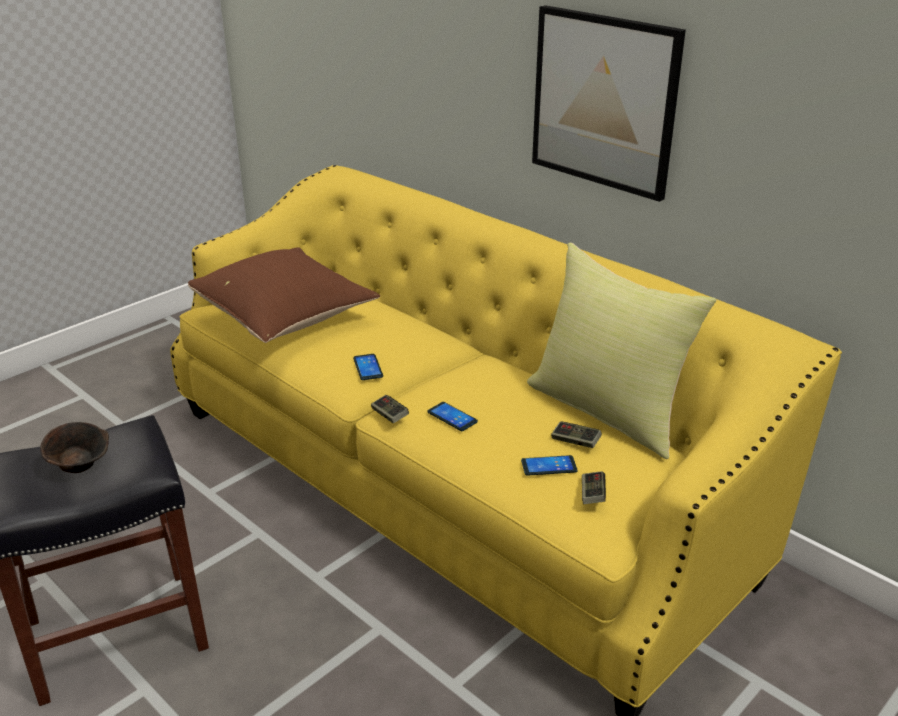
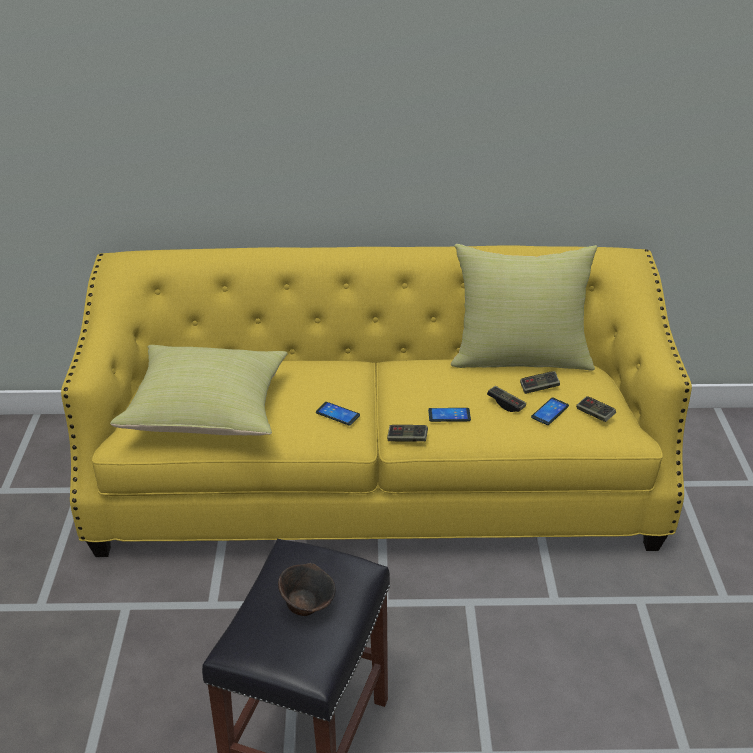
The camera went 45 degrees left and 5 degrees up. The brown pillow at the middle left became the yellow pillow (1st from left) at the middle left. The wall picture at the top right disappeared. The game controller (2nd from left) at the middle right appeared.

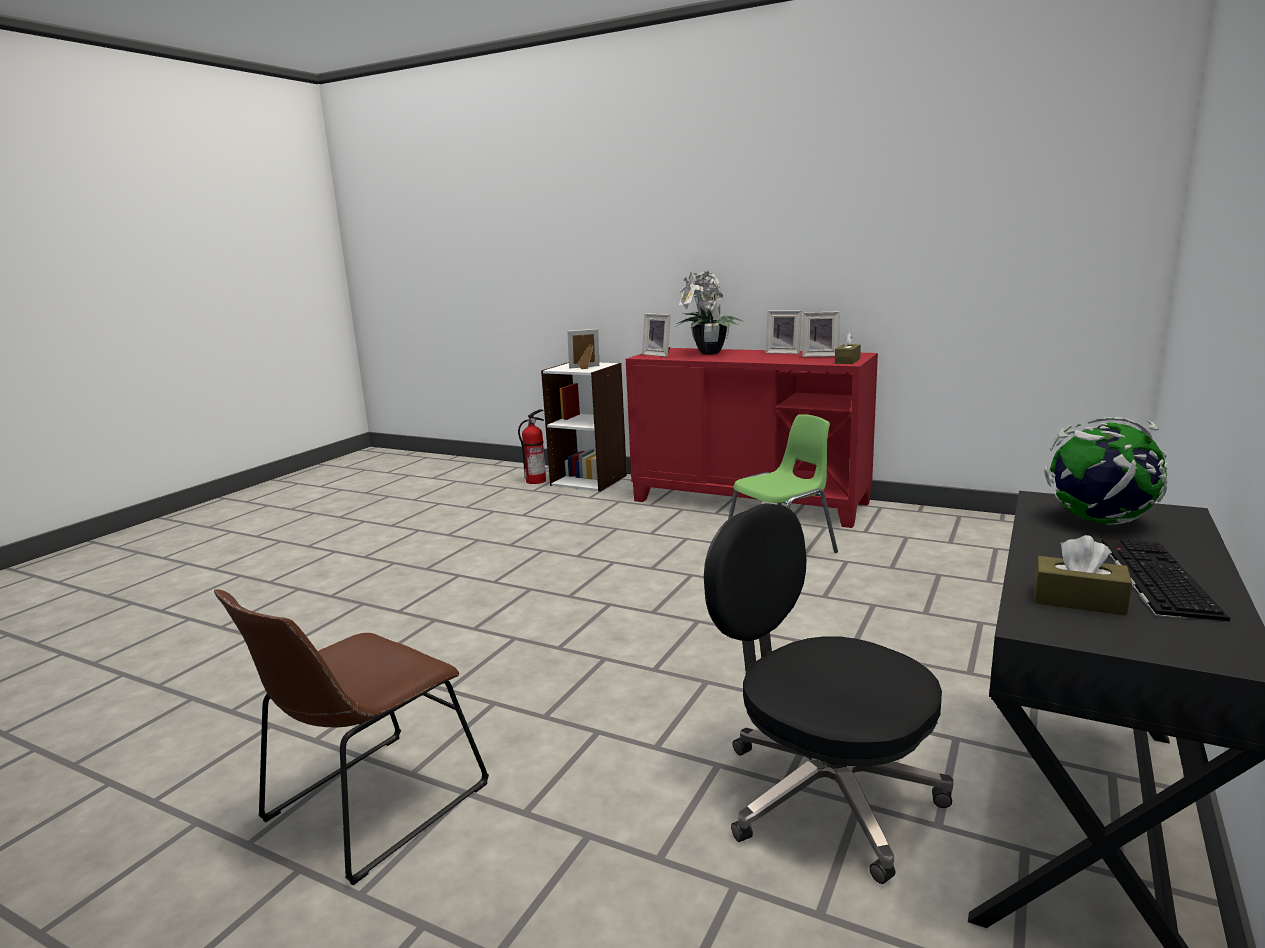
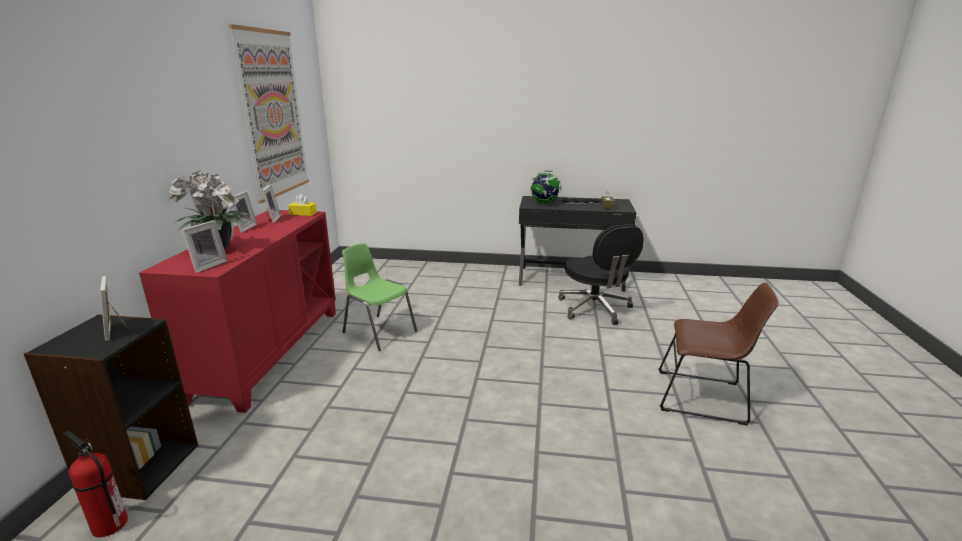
The camera went 110 degrees left and 5 degrees up. The white-coloured bookshelf at the centre became the black bookshelf at the bottom left. The black office chair at the bottom centre turned 45 degrees counterclockwise. The brown tissue holder (1st from left) at the middle right became the yellow tissue holder at the middle left. The wall picture at the top left appeared.

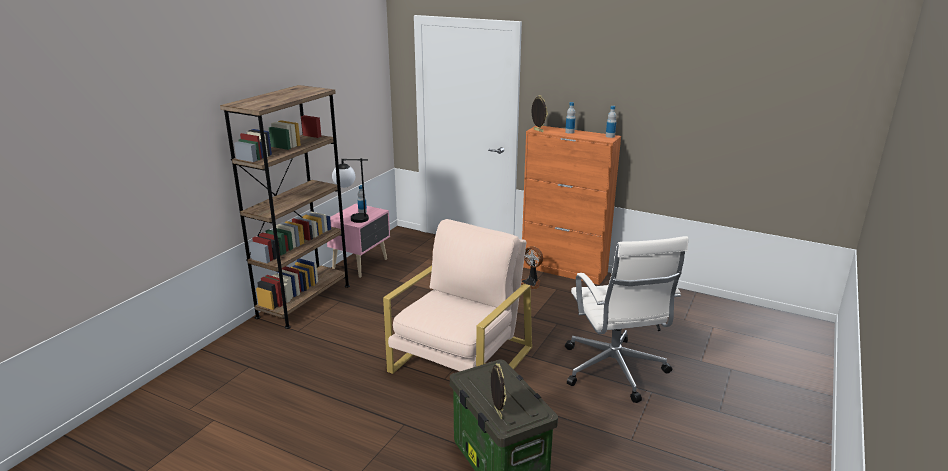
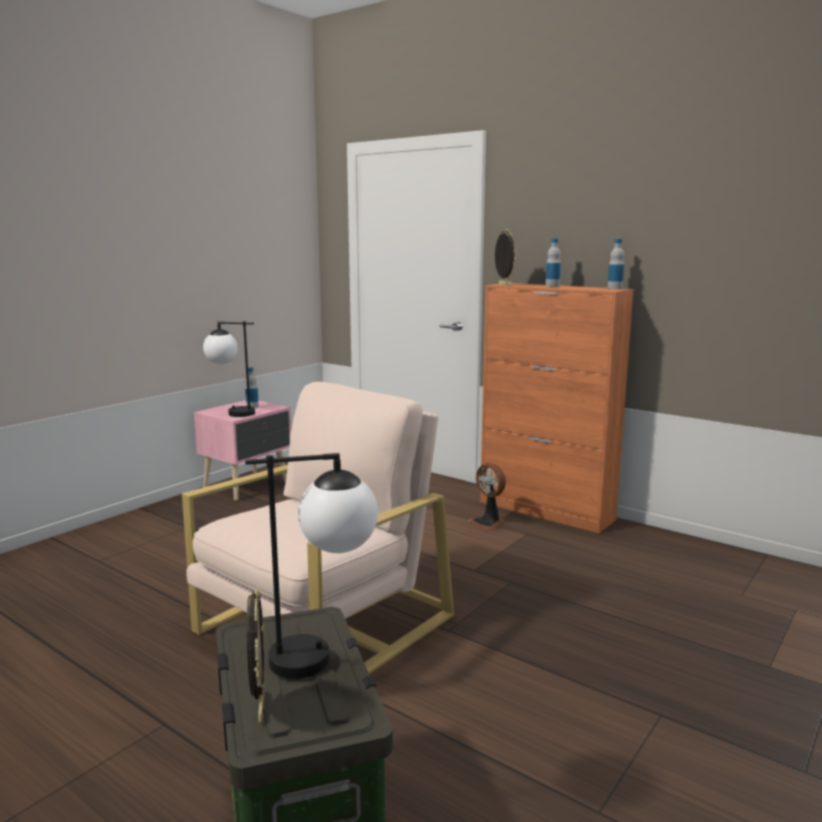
The camera went 10 degrees right and 10 degrees down. The brown bookshelf at the middle left disappeared. The white-coloured office chair at the bottom centre disappeared. The lamp for a table (2nd from left) at the bottom centre appeared.

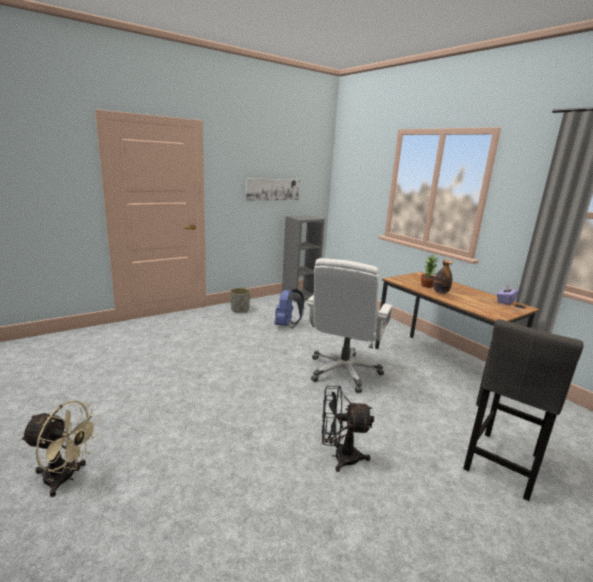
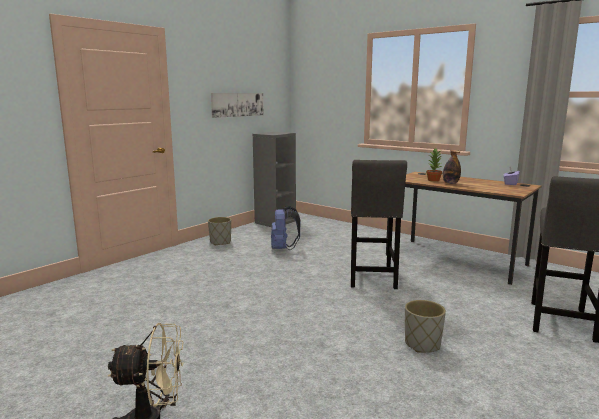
The camera went 15 degrees left and 5 degrees down. The white-coloured office chair at the centre was replaced by the greyish stool seat (1st from left) at the centre. The black fan at the bottom centre was replaced by the greyish plant pot (2nd from left) at the bottom right.

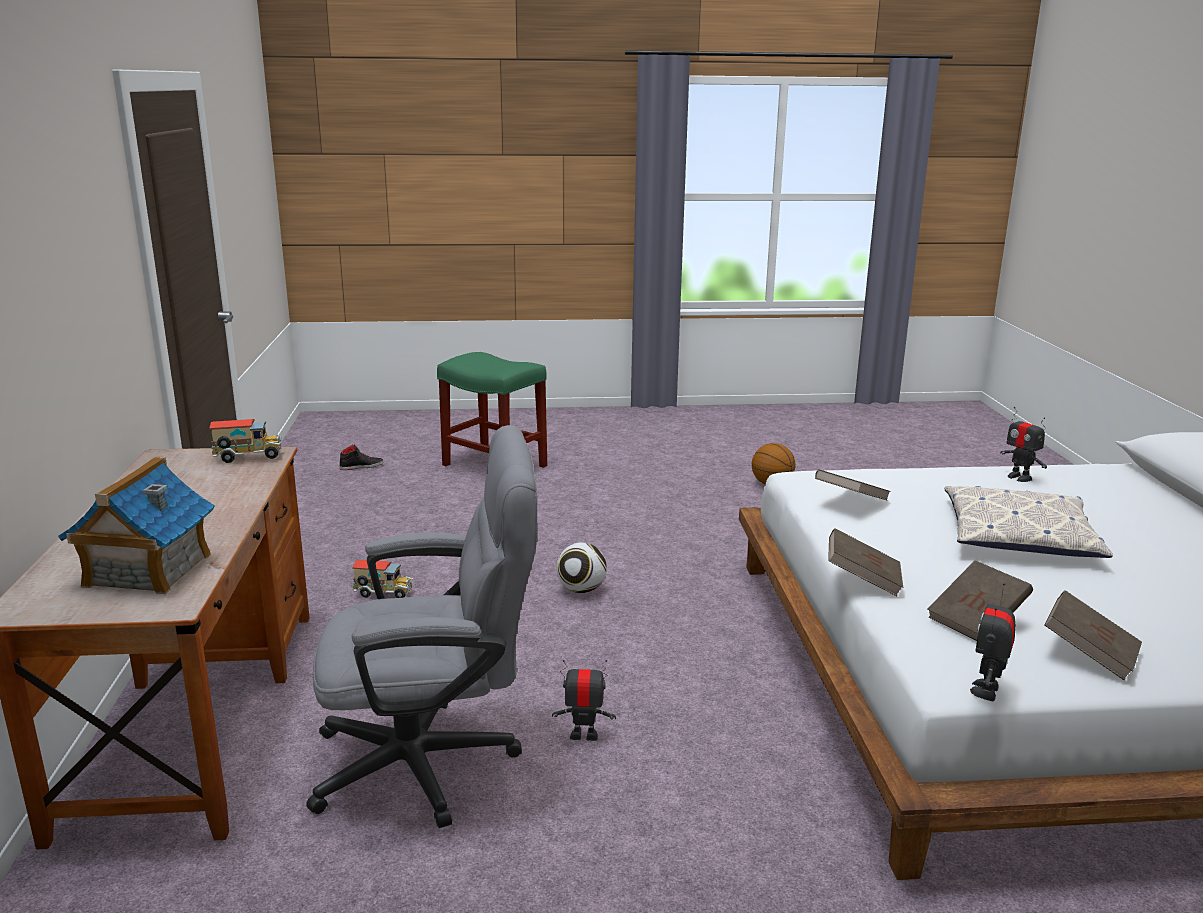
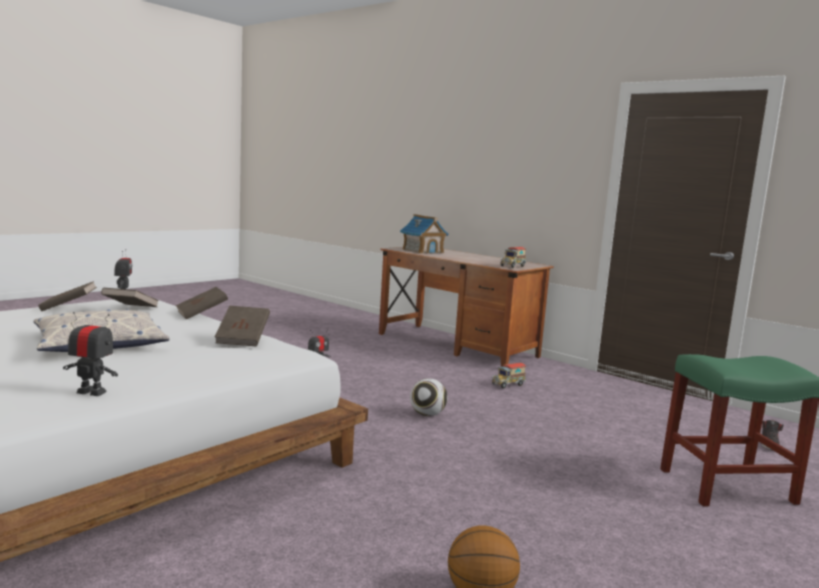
The camera went 135 degrees right and 10 degrees down. The greyish office chair at the bottom centre disappeared.

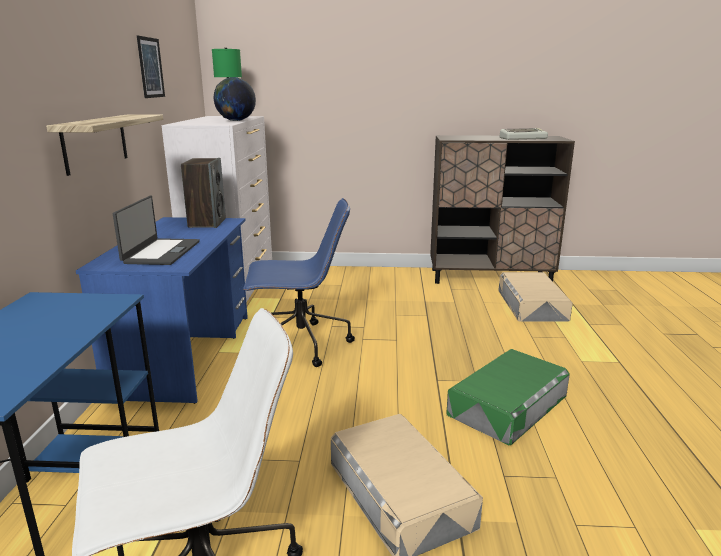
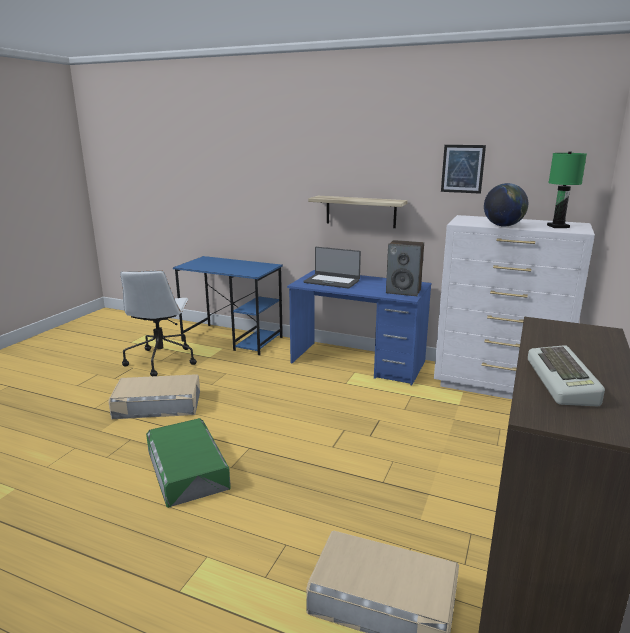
The camera went 110 degrees right and 0 degrees up. The bluish office chair at the centre disappeared.

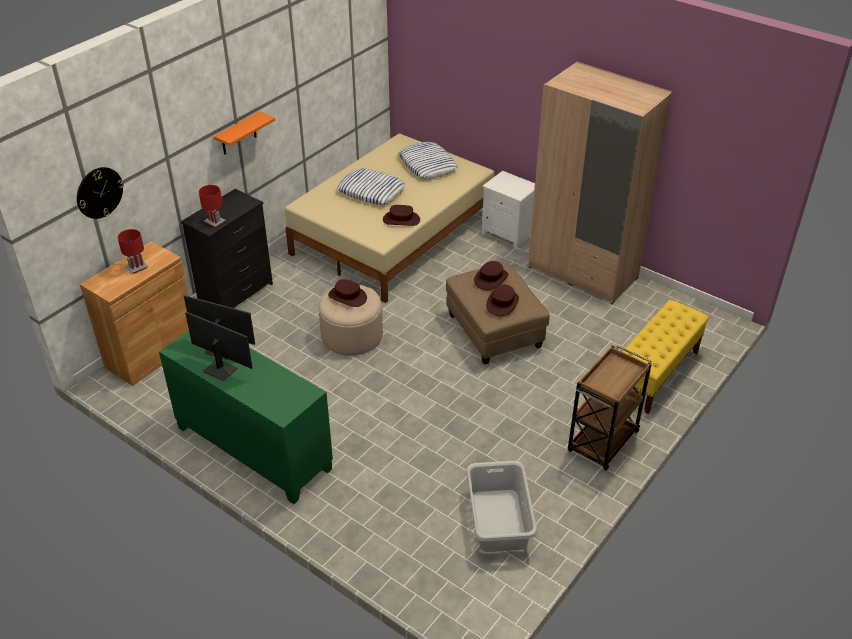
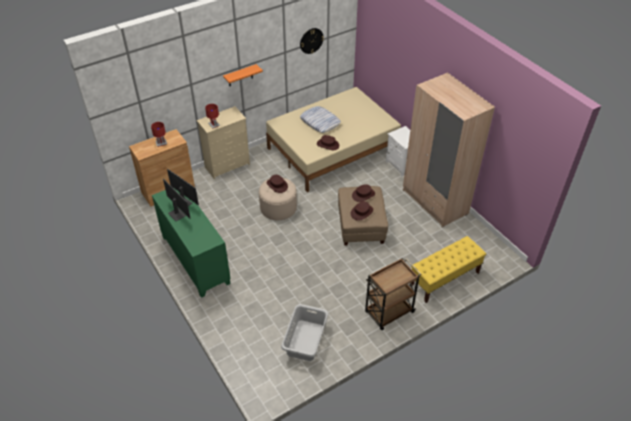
The camera went 20 degrees right and 5 degrees up. The hanging clock moved from the top left to the top centre. The black drawer chest at the middle left became the sand-coloured drawer chest at the centre. The pillow (2nd from left) at the top centre disappeared.

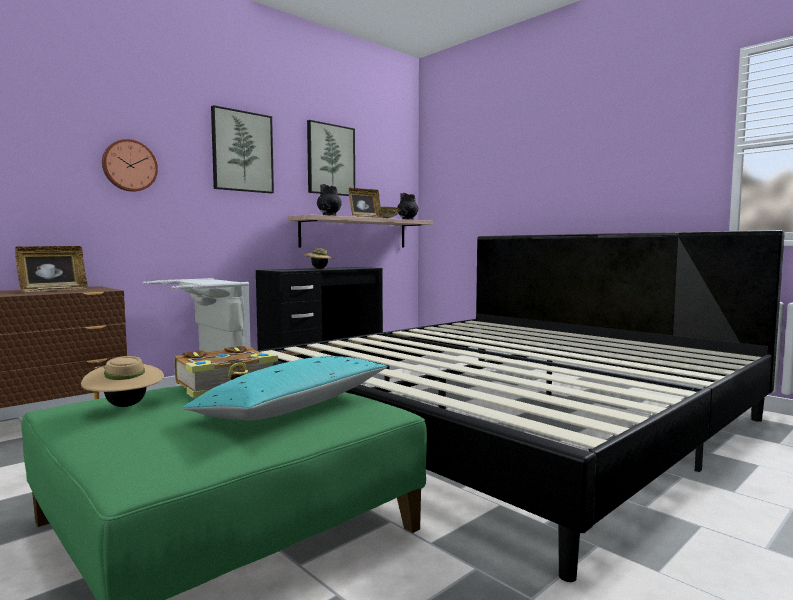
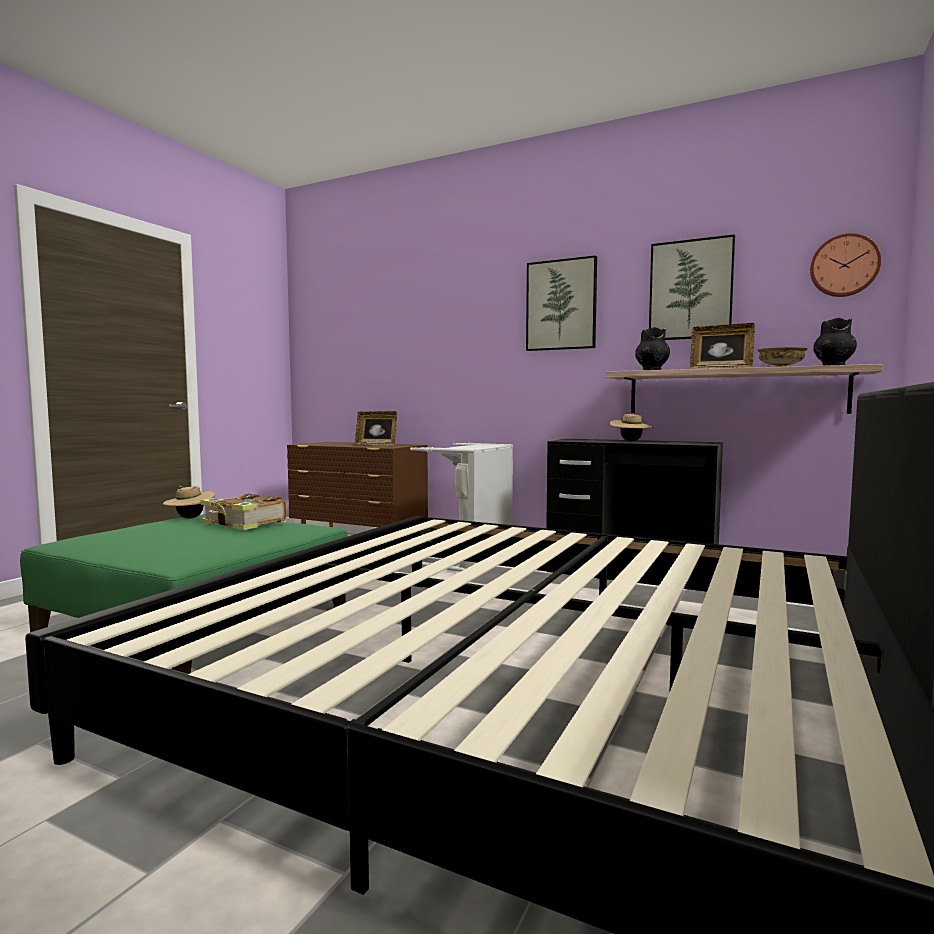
The camera went 70 degrees right and 0 degrees up. The hanging clock moved from the top left to the top right. The turquoise pillow at the centre disappeared.

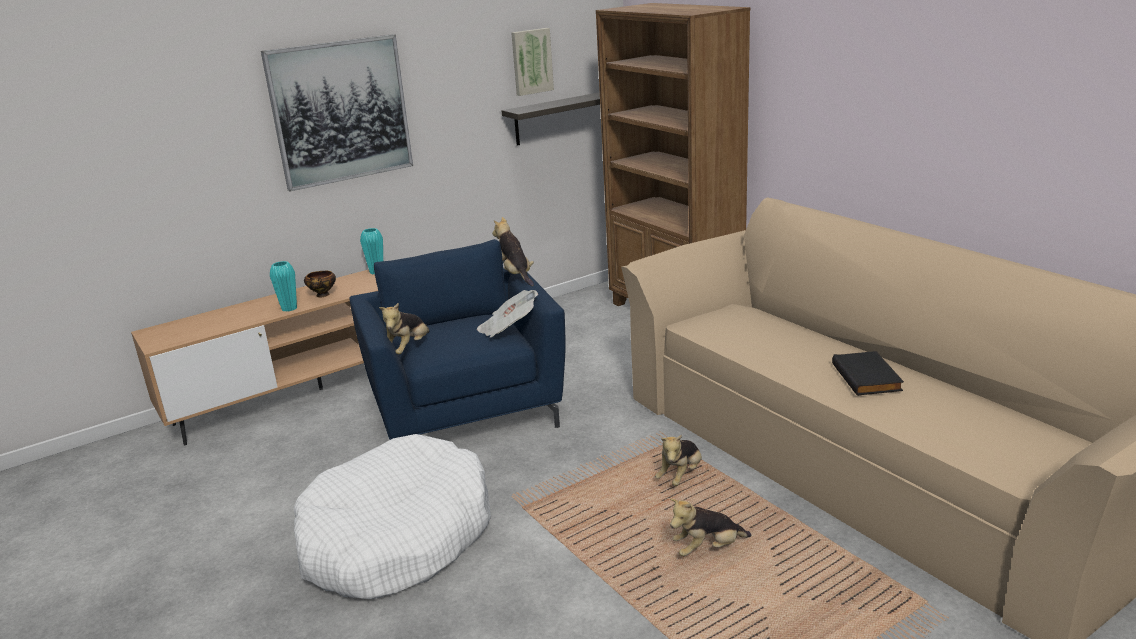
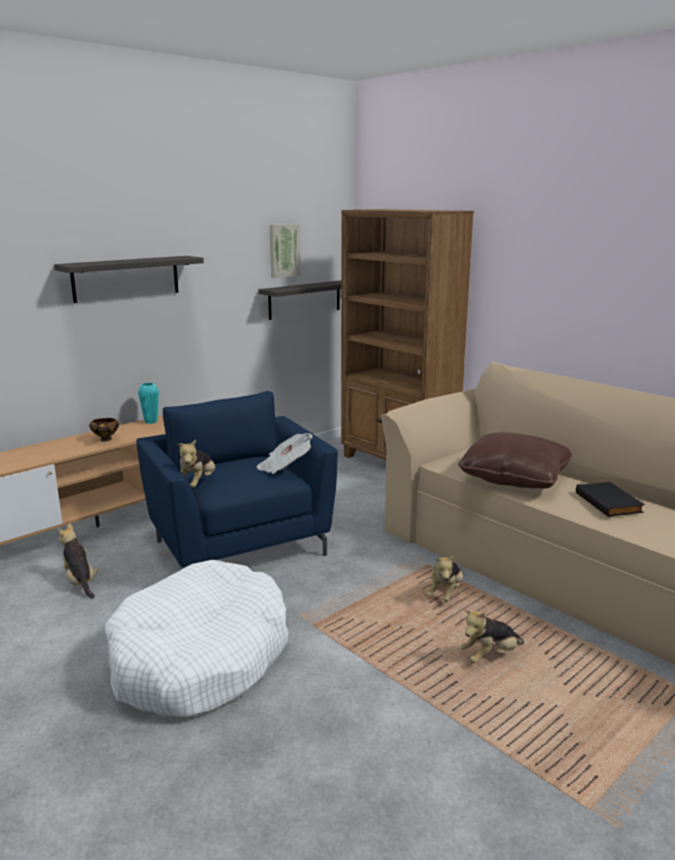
The camera went 10 degrees left and 5 degrees down. The wall picture (1st from left) at the top left was replaced by the wall shelf (1st from left) at the top left. The turquoise vase (1st from left) at the middle left disappeared. The soft toy (2nd from left in the first image) moved from the centre to the middle left. The brown pillow at the middle right appeared.

